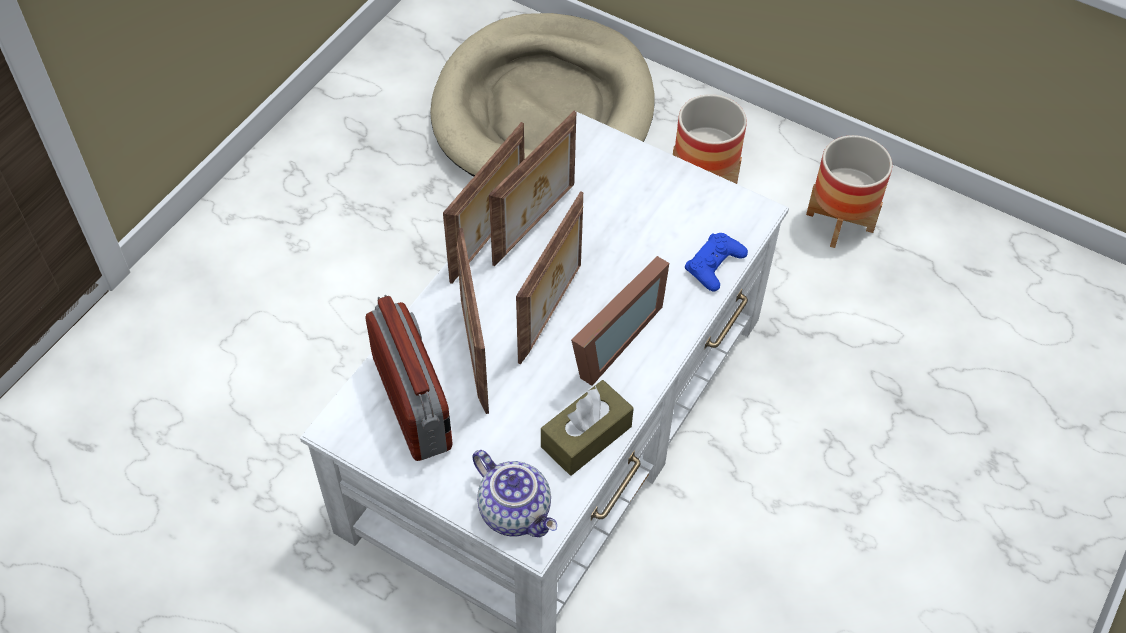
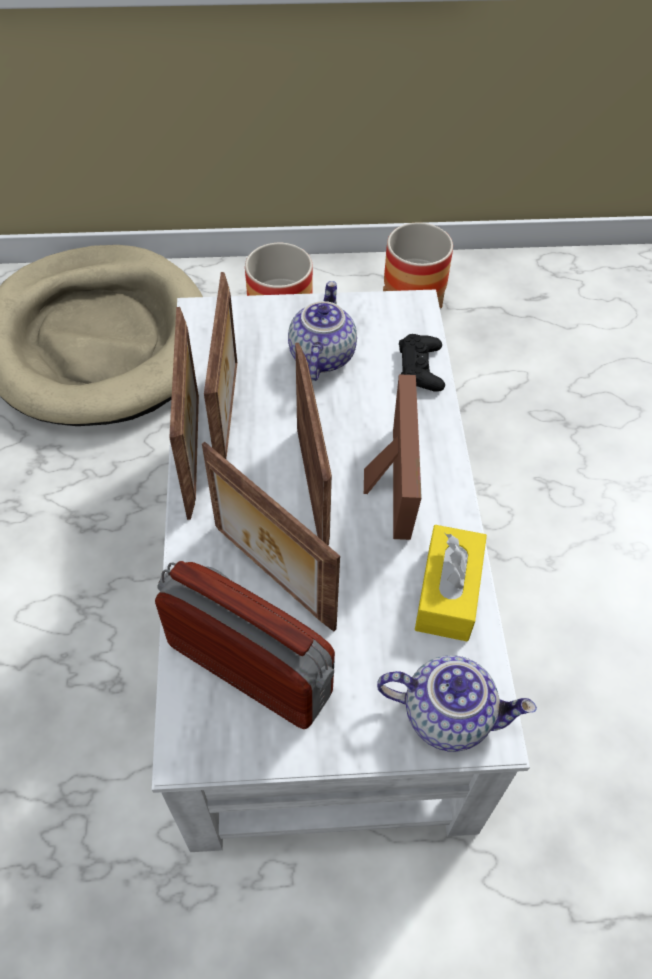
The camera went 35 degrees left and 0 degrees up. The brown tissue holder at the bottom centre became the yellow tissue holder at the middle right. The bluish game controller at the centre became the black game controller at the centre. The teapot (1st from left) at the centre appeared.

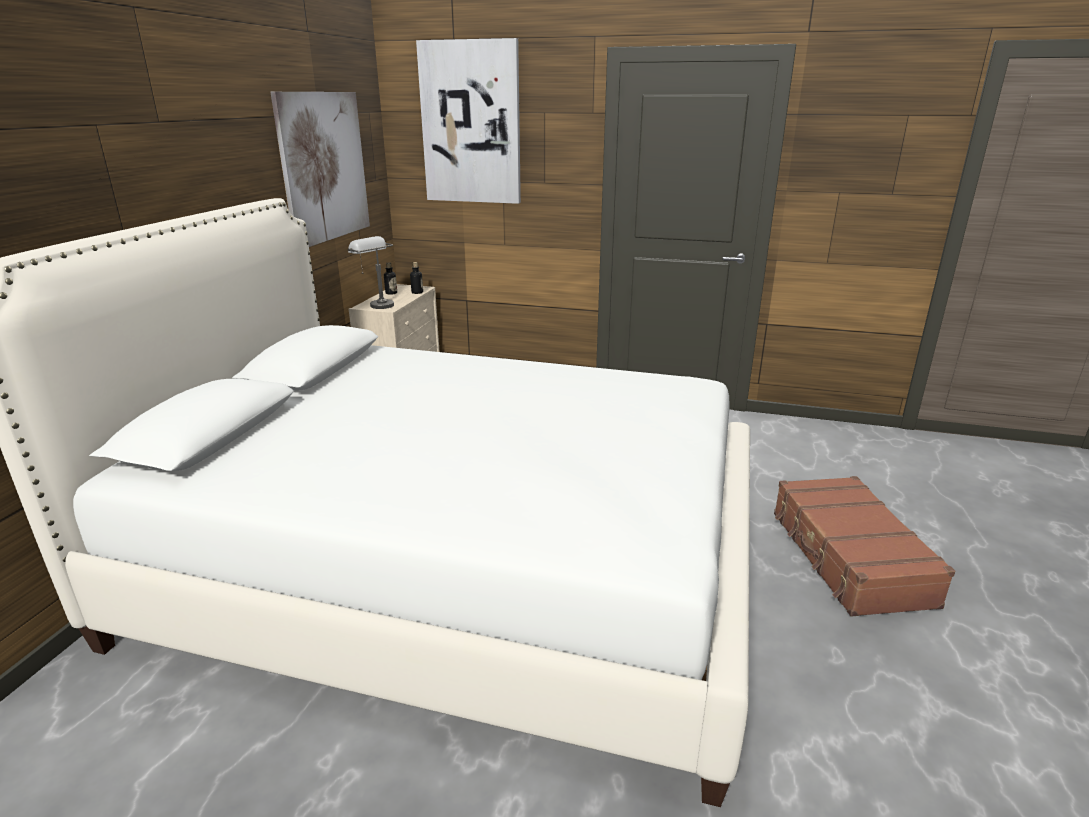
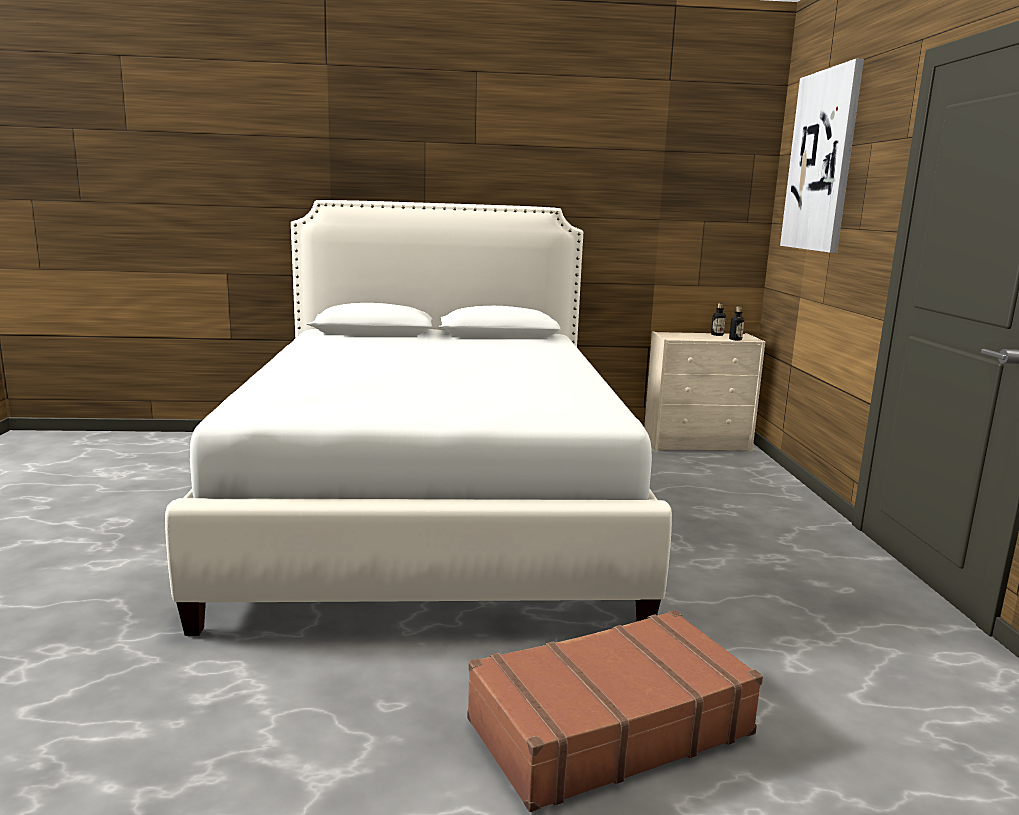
The camera went 70 degrees right and 10 degrees down. The wall picture (1st from left) at the top left disappeared. The greyish lamp for a table at the top centre disappeared.

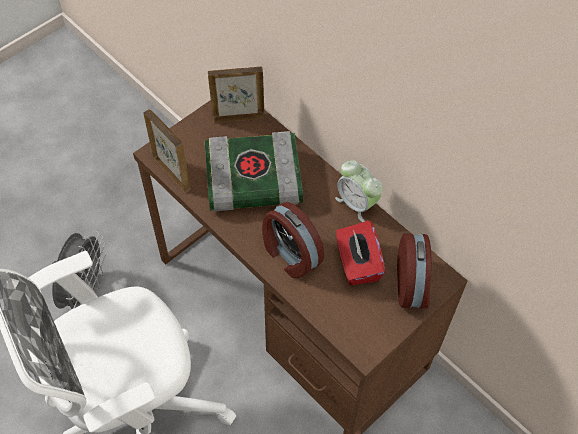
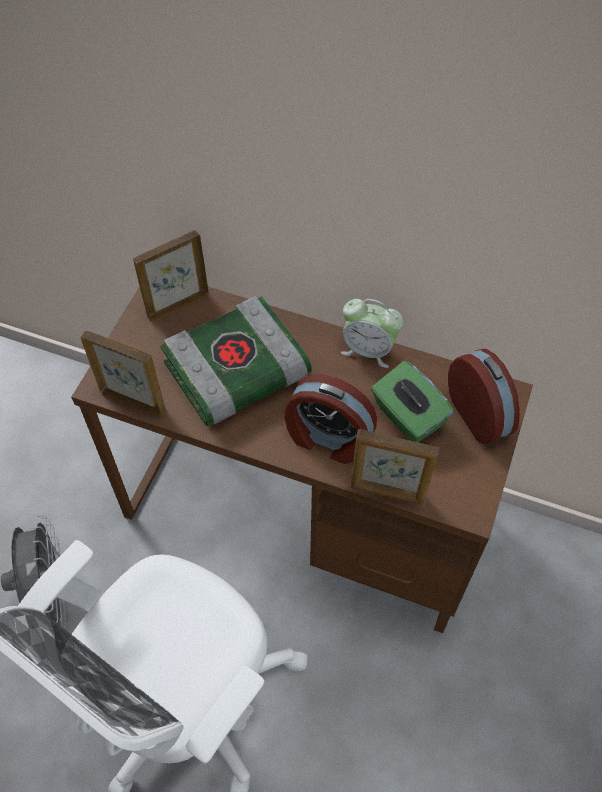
The camera went 25 degrees left and 0 degrees up. The red-coloured tissue holder at the centre became the greenish tissue holder at the middle right. The picture frame (3rd from left) at the centre appeared.

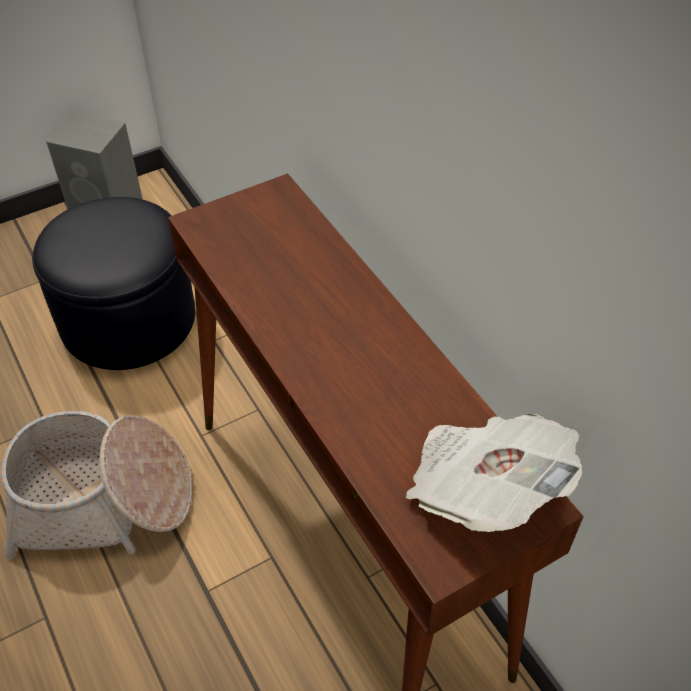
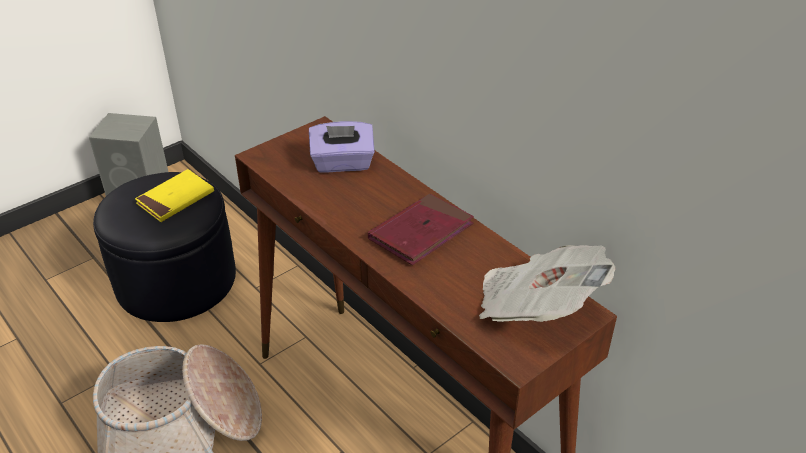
The camera went 10 degrees left and 10 degrees down. The yellow bound book at the middle left appeared. The purplish tissue holder at the top centre appeared. The red-coloured bound book at the centre appeared.

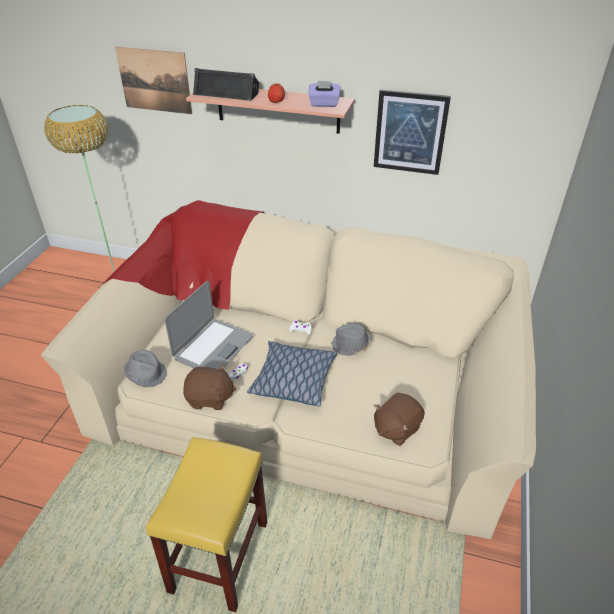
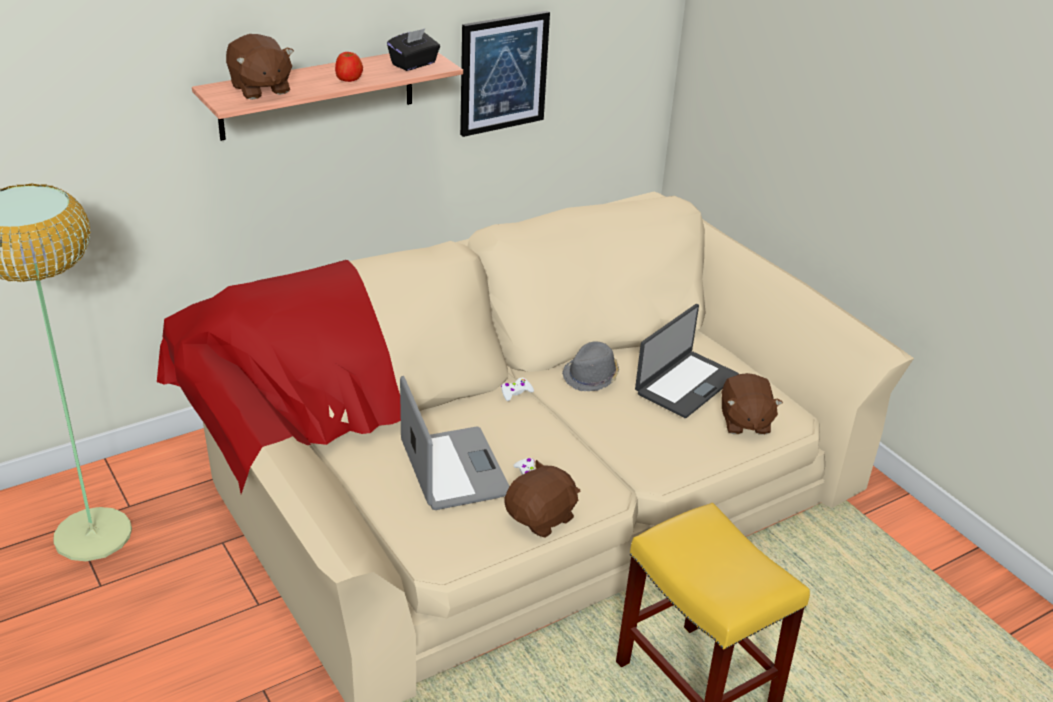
The camera went 50 degrees left and 5 degrees down. The wall picture (1st from left) at the top left disappeared. The greyish wearable hat (1st from left) at the middle left disappeared. The black audio speaker at the top centre was replaced by the brown soft toy (1st from left) at the top left. The pillow at the centre disappeared. The purplish tissue holder at the top centre became the black tissue holder at the top centre. The portable computer (2nd from left) at the centre appeared.

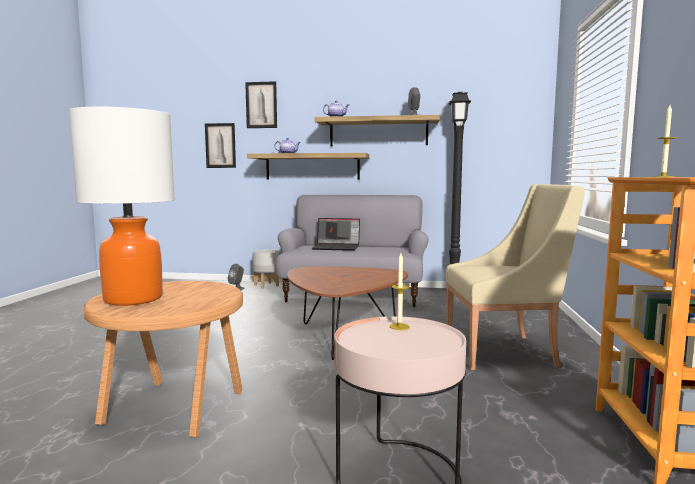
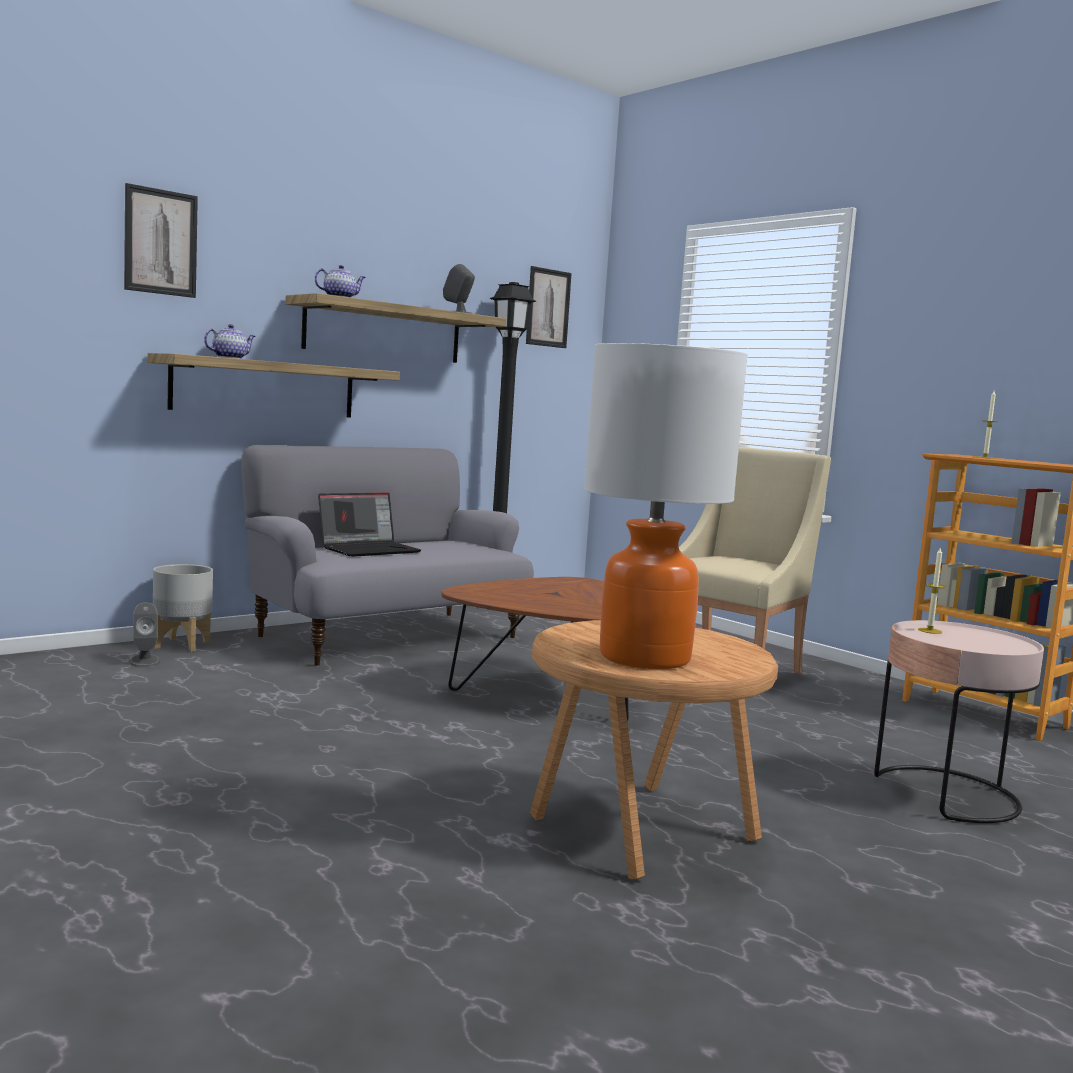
The camera went 50 degrees left and 0 degrees up. The wall picture (1st from left in the first image) moved from the top left to the top centre.

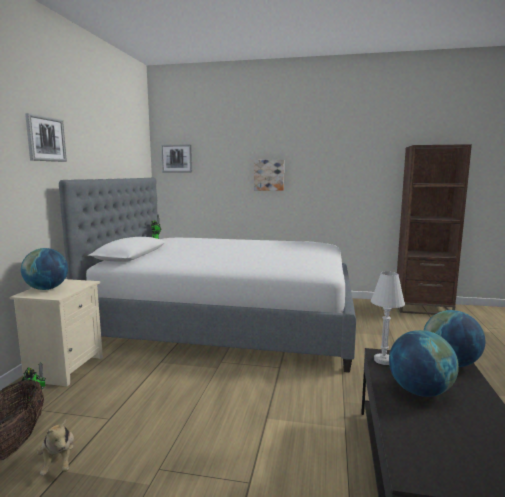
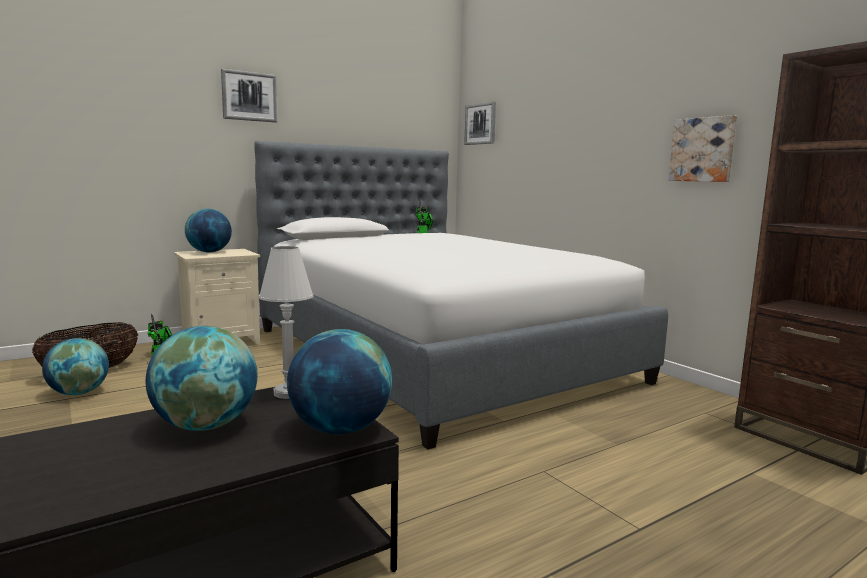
The camera went 45 degrees right and 0 degrees up. The soft toy at the bottom left was replaced by the world globe (1st from left) at the middle left. The wall picture (3rd from left) moved from the centre to the top right.

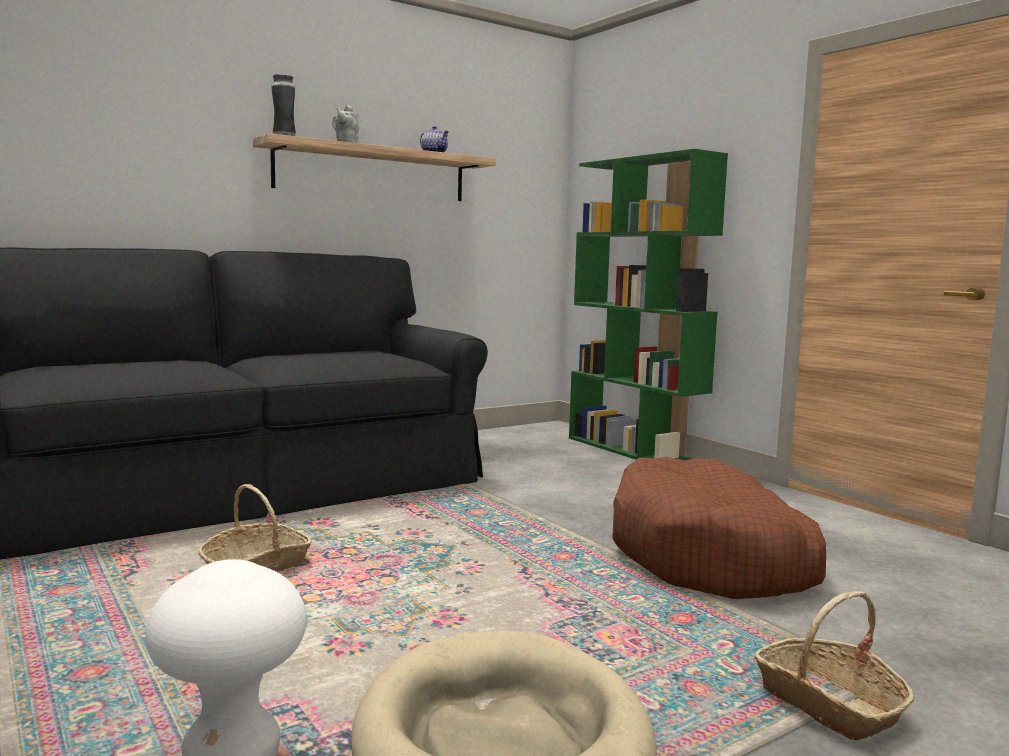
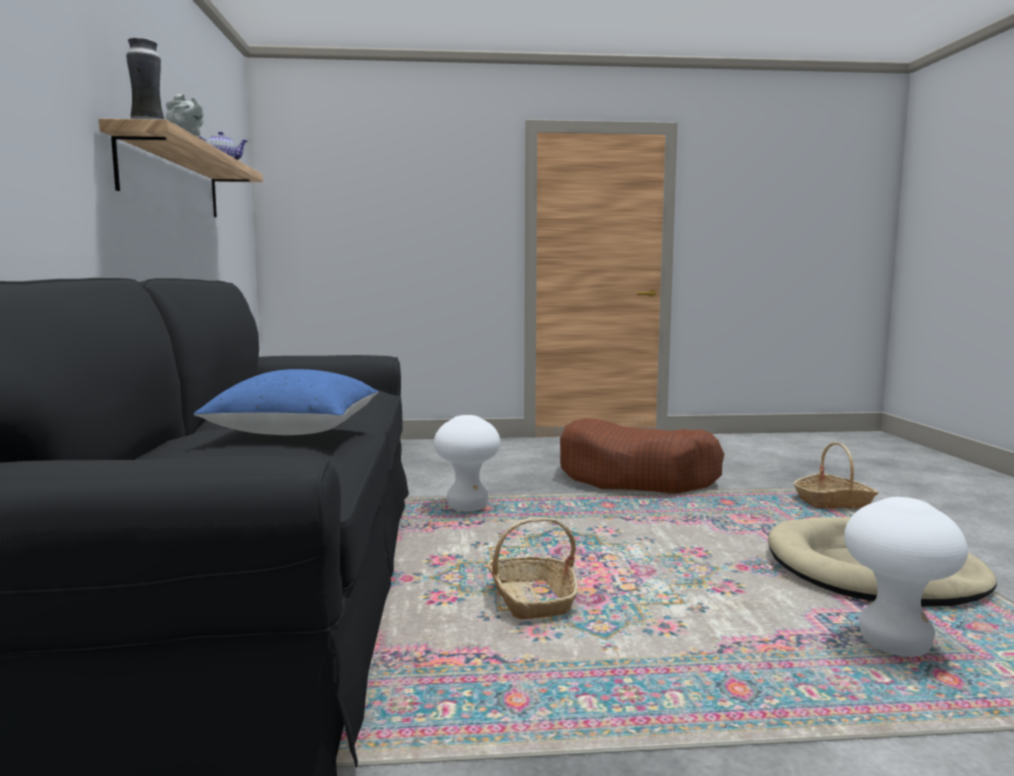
The camera went 60 degrees left and 0 degrees up. The greenish bookshelf at the centre disappeared. The bluish pillow at the middle left appeared. The white-coloured stool seat (1st from left) at the centre appeared.

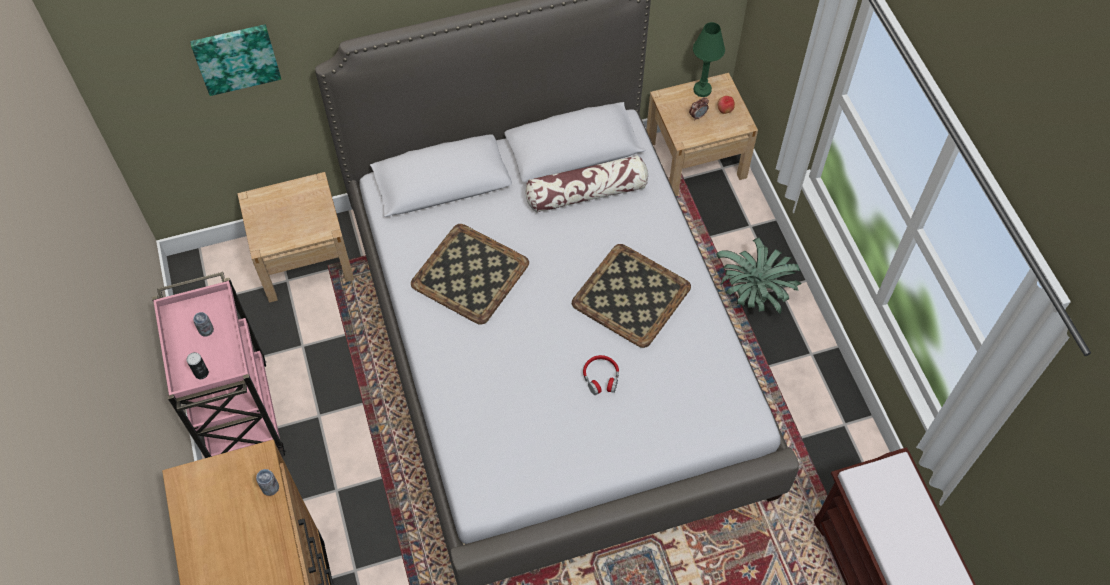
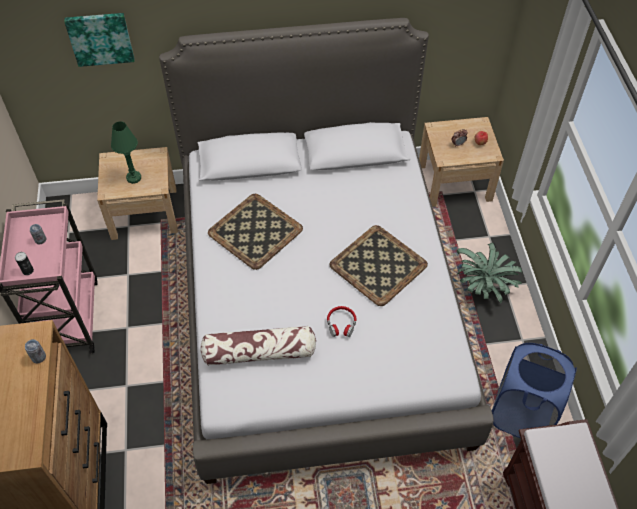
The camera went 10 degrees right and 5 degrees down. The pillow moved from the top centre to the bottom centre. The greenish lamp for a table moved from the top centre to the top left. The bluish washing basket at the bottom right appeared.

